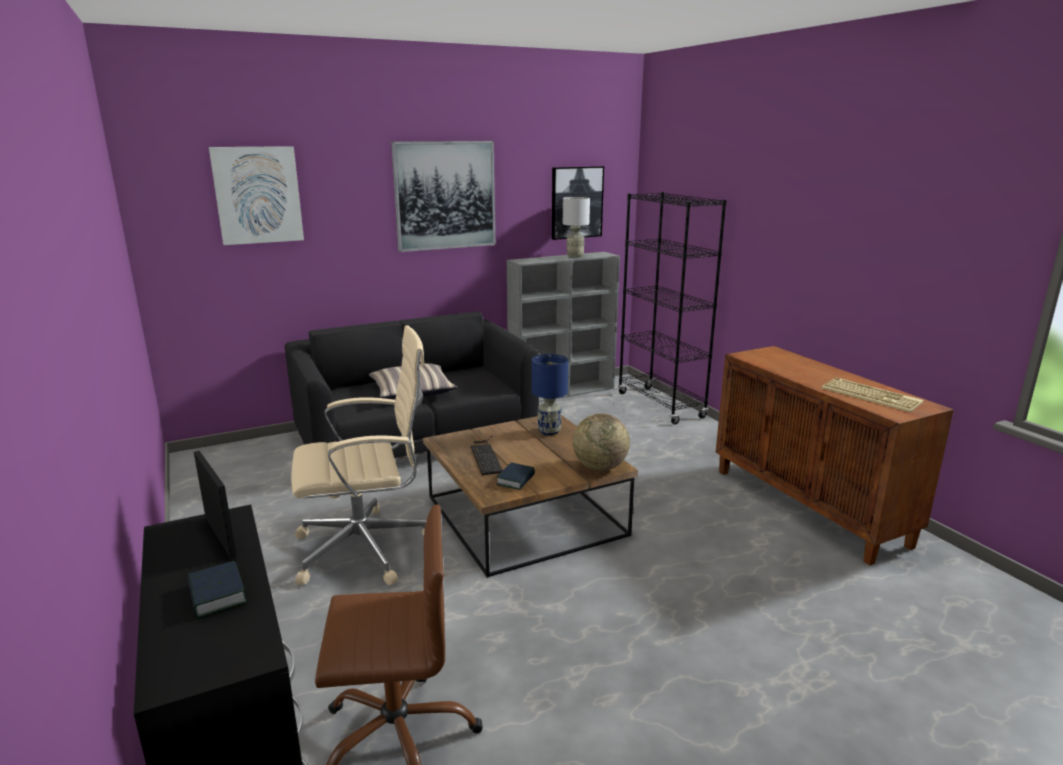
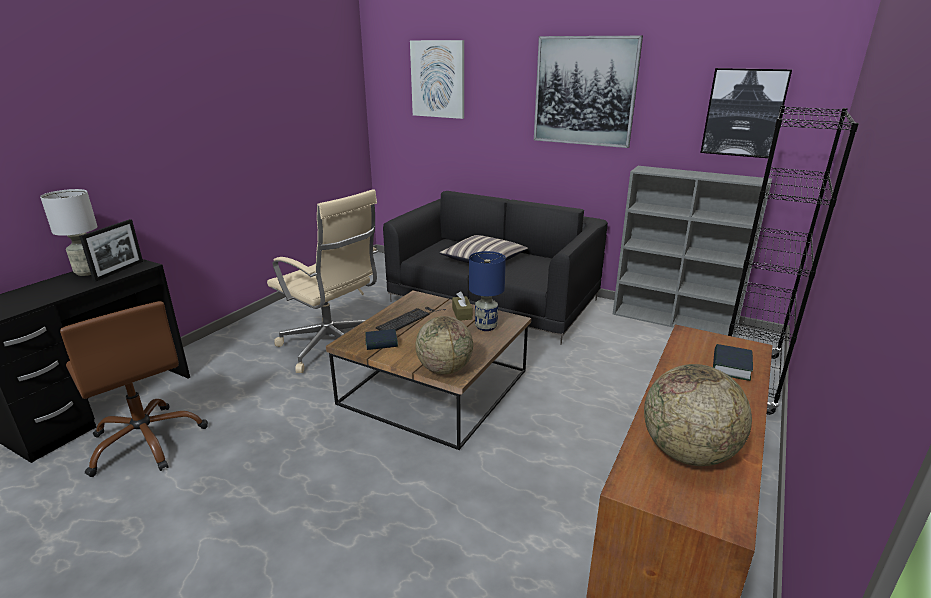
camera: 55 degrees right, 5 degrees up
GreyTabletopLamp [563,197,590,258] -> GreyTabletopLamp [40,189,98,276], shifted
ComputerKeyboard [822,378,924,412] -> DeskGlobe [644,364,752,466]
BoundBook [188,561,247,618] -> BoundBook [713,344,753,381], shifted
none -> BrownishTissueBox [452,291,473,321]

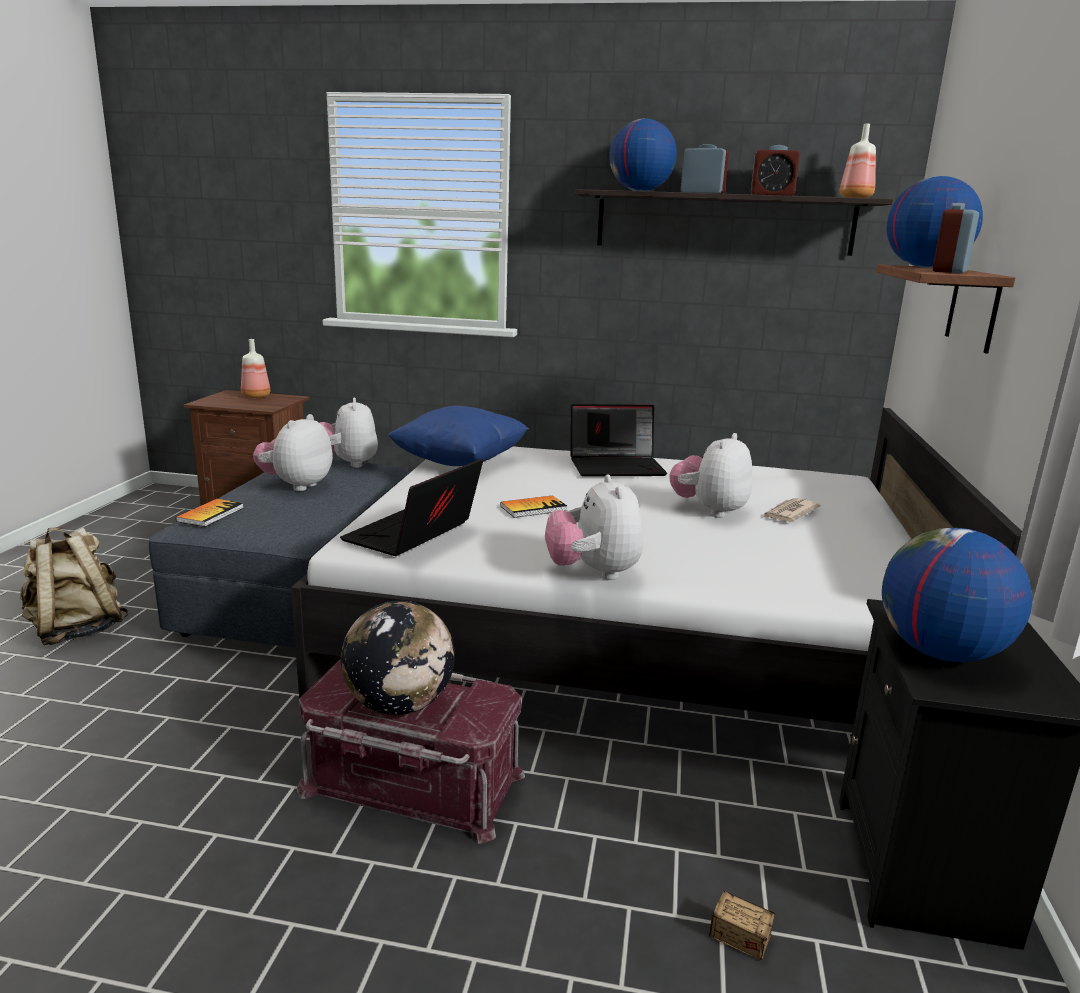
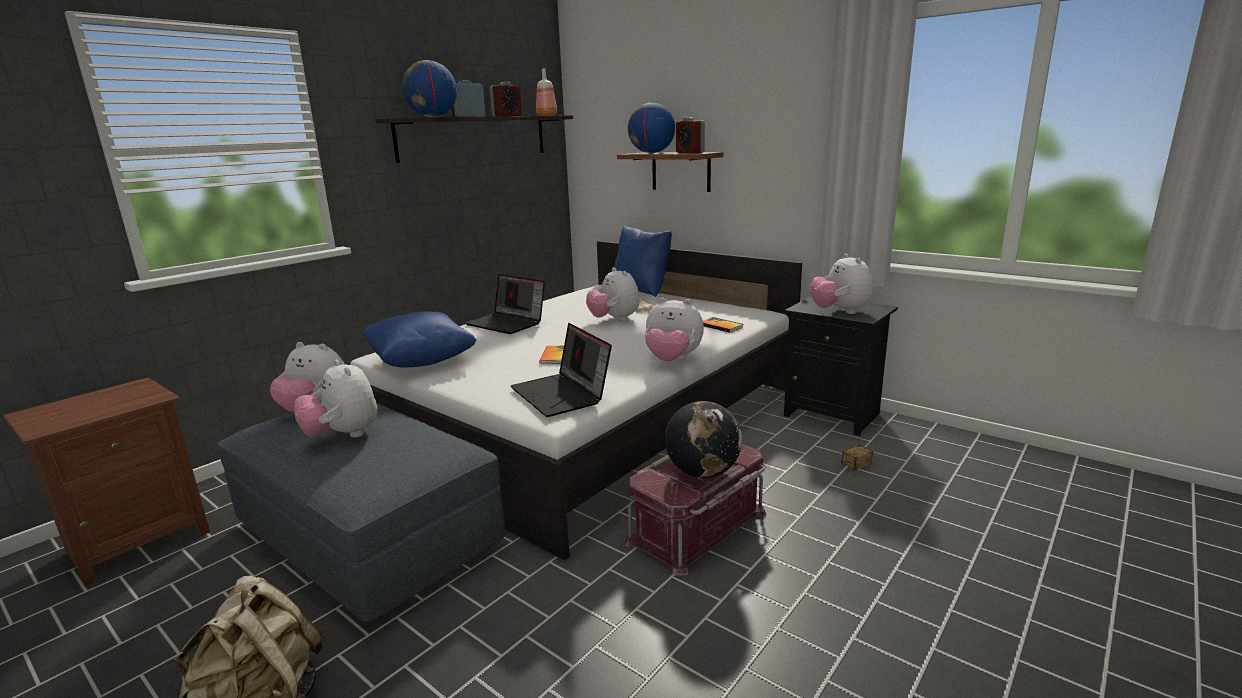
camera: 60 degrees left, 0 degrees up
DrinkBottle [241,339,270,398] -> none
PortableComputer [571,404,667,477] -> PortableComputer [465,274,545,334], 105 degrees clockwise
BoundBook [176,499,244,527] -> BoundBook [703,317,743,333], shifted
DeskGlobe [882,528,1032,662] -> CuddlyToy [810,254,873,314]
none -> BlueThrowPillow [614,226,672,297]

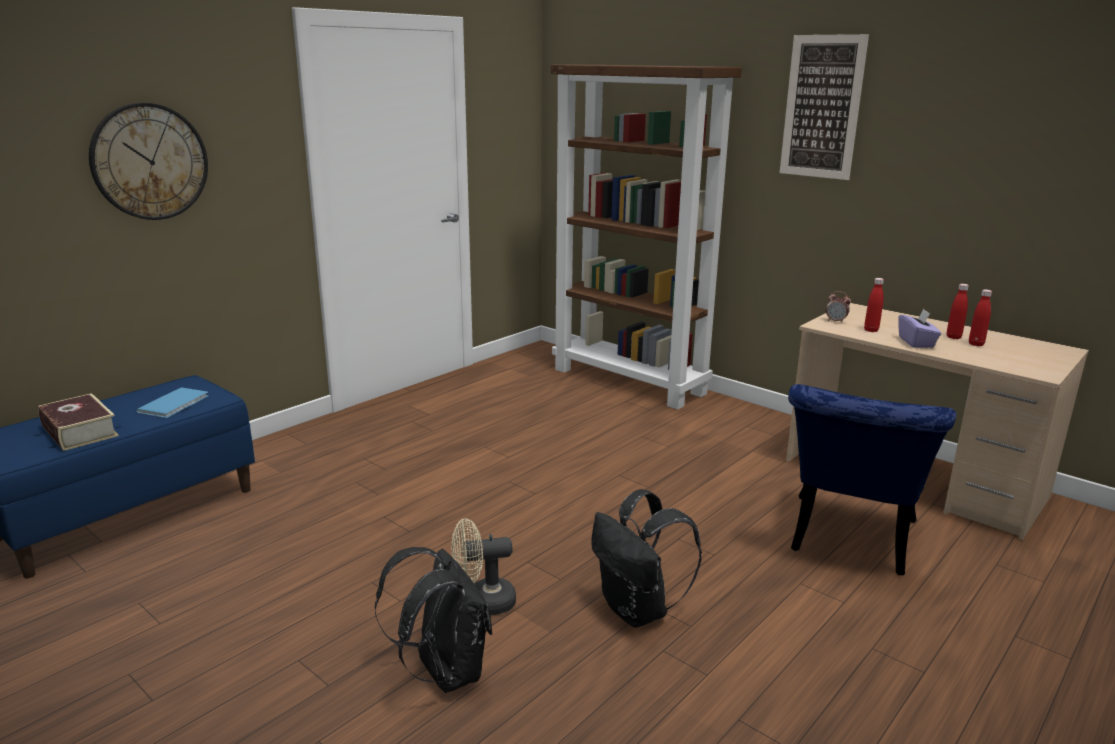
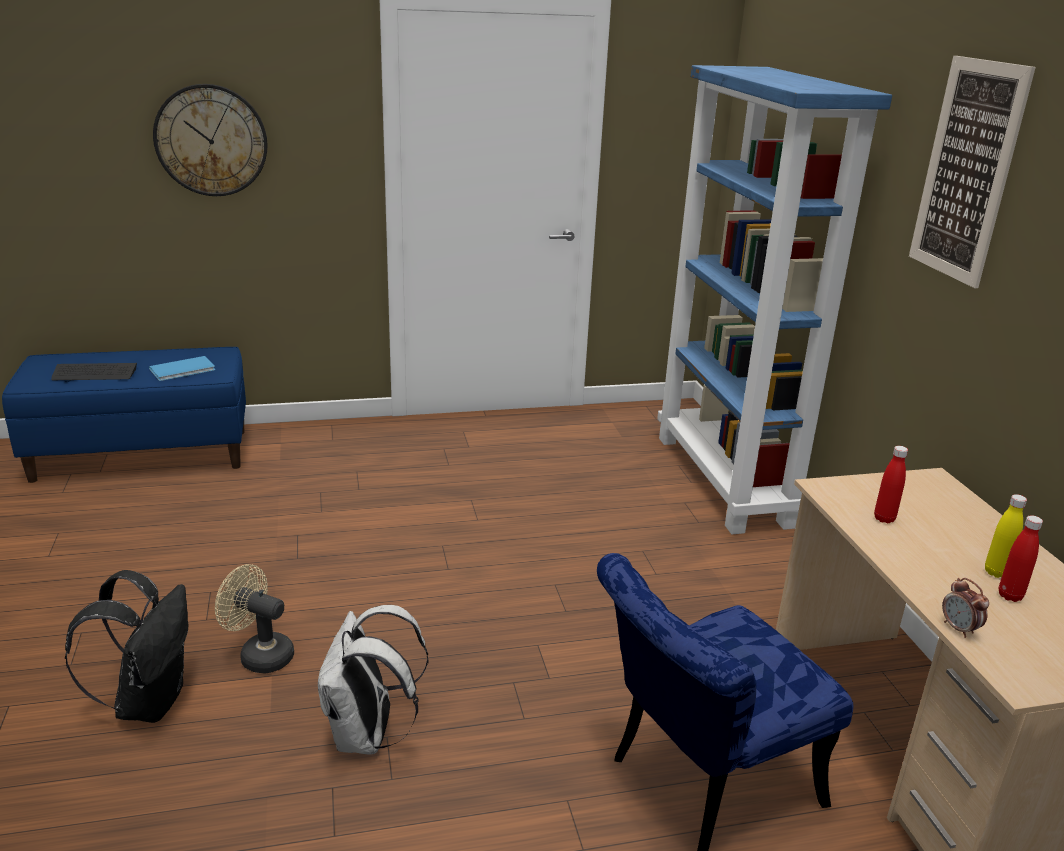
camera: 35 degrees right, 5 degrees up
BrownishBookshelf [551,65,742,410] -> BlueBookshelf [657,65,892,534]
RedDrinkBottle [947,284,969,339] -> YellowDrinkBottle [985,494,1027,578]
BedsideClock [826,291,851,323] -> BedsideClock [942,578,989,638], shifted
PurplishTissueBox [898,309,941,348] -> none
BoundBook [38,393,119,451] -> ComputerKeyboard [51,363,137,380]
BlackColouredBackpack [591,489,702,628] -> WhiteColouredBackpack [318,605,428,755]

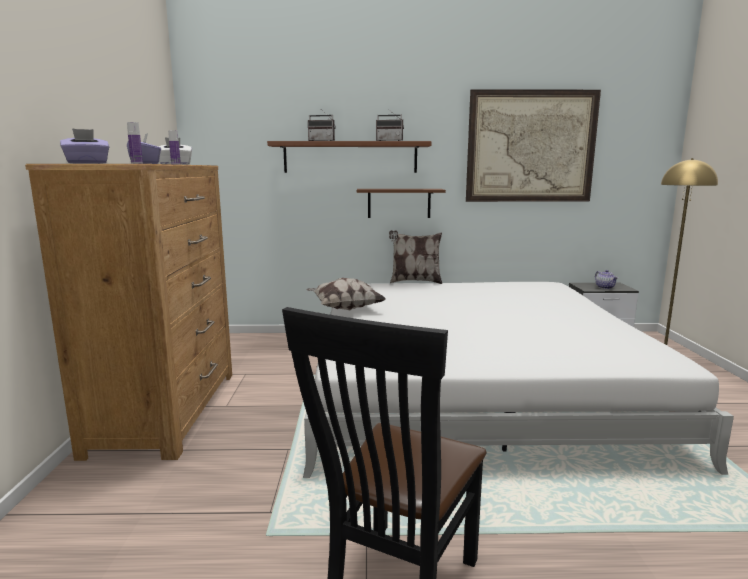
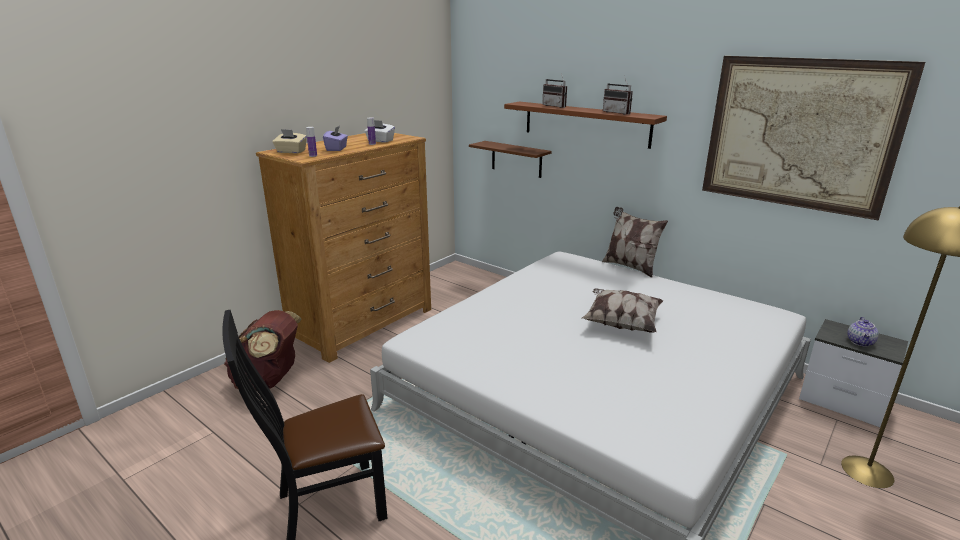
camera: 40 degrees right, 10 degrees up
PurplishTissueBox [60,128,109,164] -> BeigeTissueBox [272,129,307,154]
BrownishShelf [357,189,446,218] -> BrownishShelf [469,141,552,178], shifted
ThrowPillow [307,278,386,311] -> ThrowPillow [582,288,663,333], shifted
none -> BrownishBackpack [224,310,302,391]

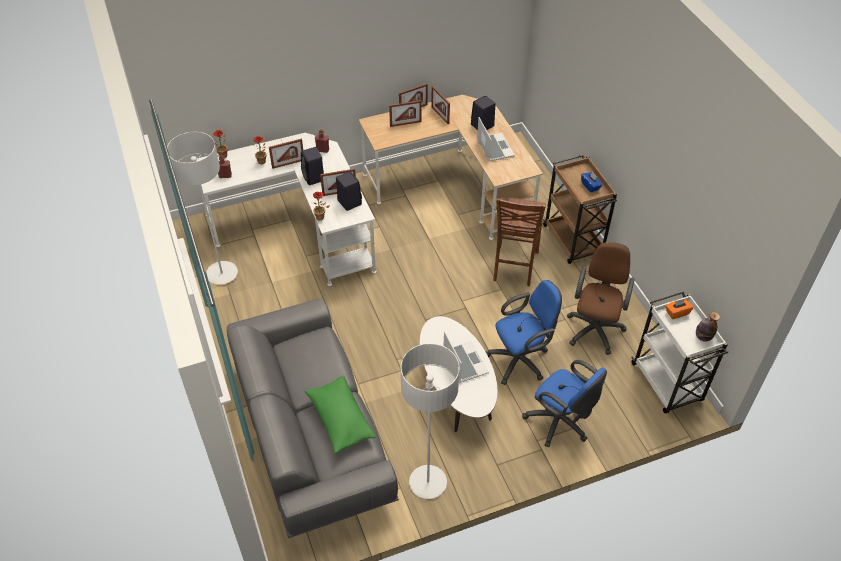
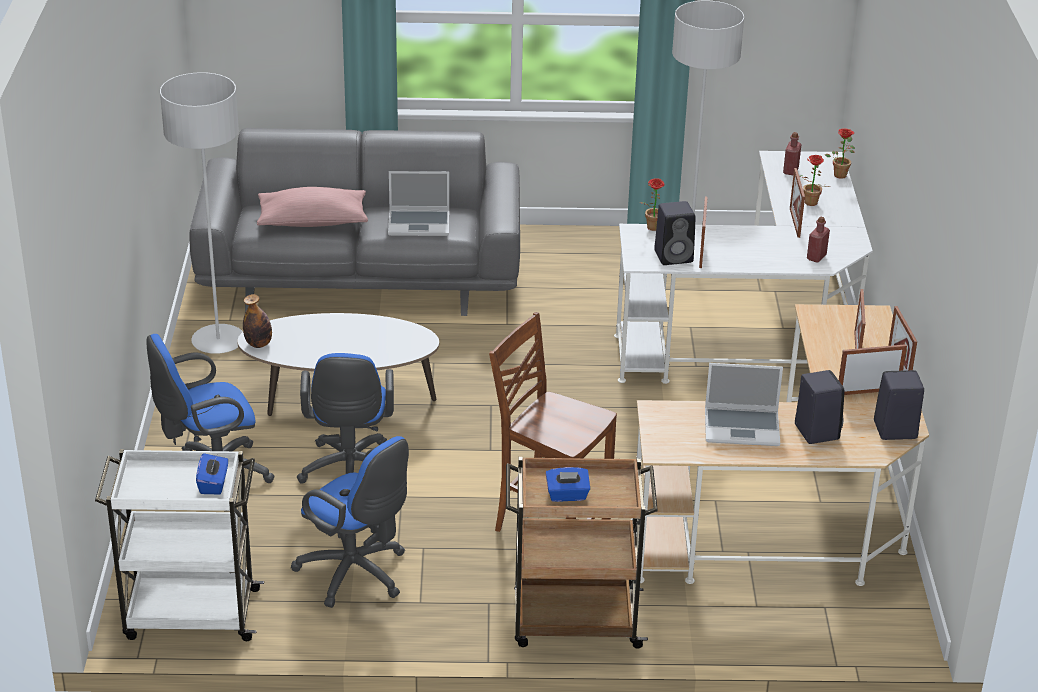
camera: 110 degrees right, 15 degrees down
BlackColouredAudioSpeaker [301,147,324,185] -> BlackColouredAudioSpeaker [874,370,924,440], shifted
BrownishComputerChair [567,242,635,355] -> BlueComputerChair [291,436,409,608]
OrangeTissueBox [666,299,693,319] -> BlueTissueBox [196,453,228,494]
DrinkBottle [696,312,720,342] -> DrinkBottle [243,294,272,348], shifted
PortableComputer [444,331,489,383] -> PortableComputer [388,171,449,236], shifted
GreenishThrowPillow [305,375,376,453] -> PinkishThrowPillow [257,187,368,227]

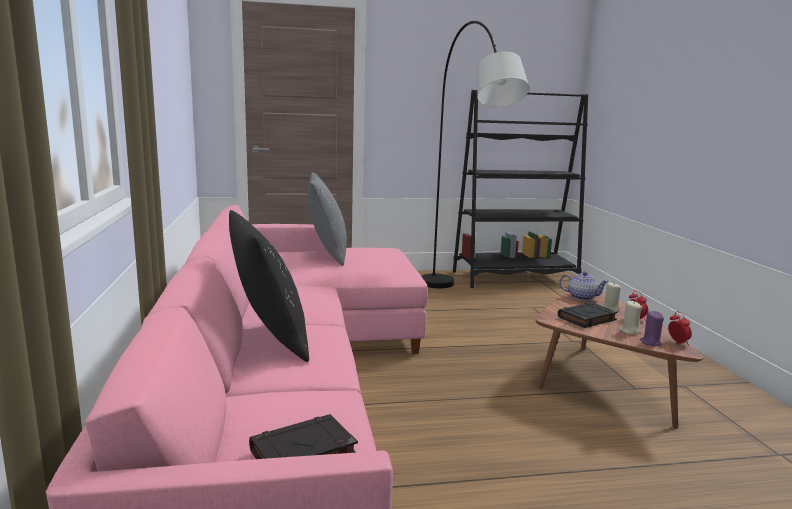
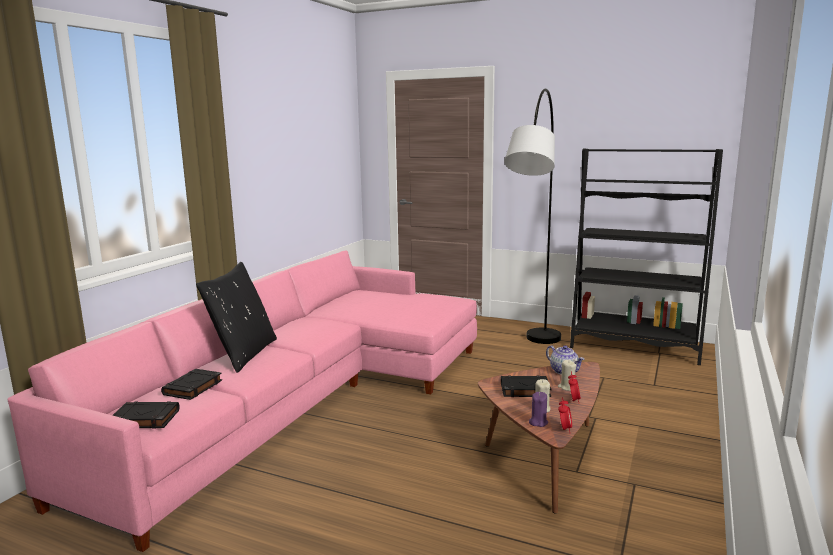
camera: 35 degrees right, 0 degrees up
GreyThrowPillow [307,172,347,266] -> none
none -> BlackColouredBoundBook [161,369,222,400]

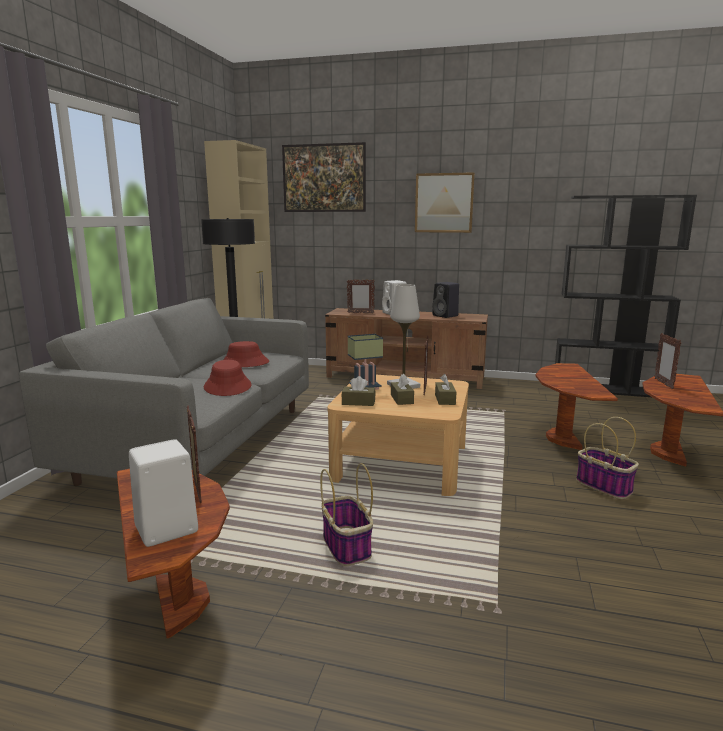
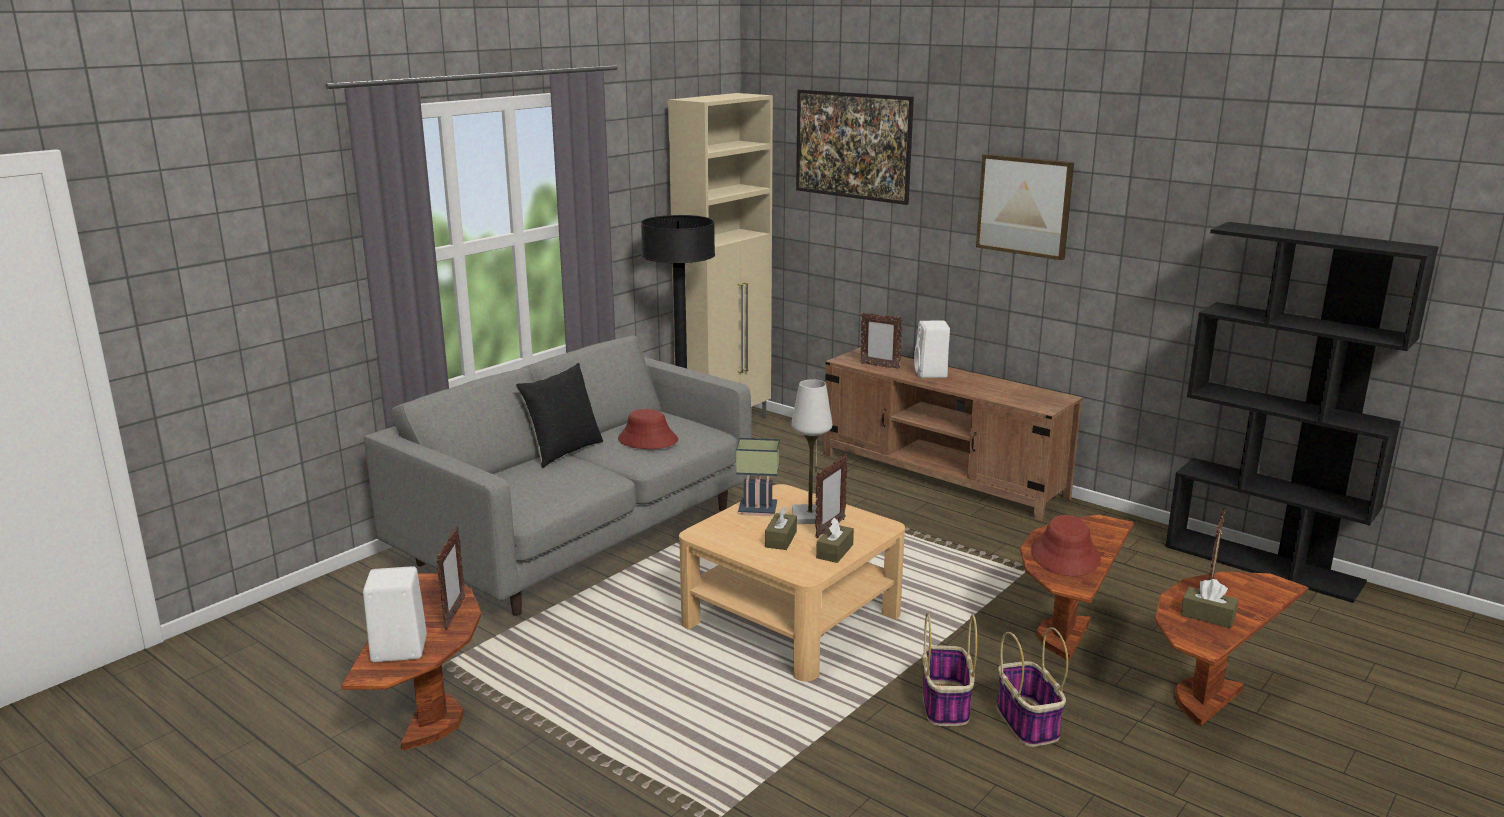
camera: 25 degrees right, 5 degrees up
BlackColouredAudioSpeaker [432,282,459,318] -> none
RedHat [204,360,251,396] -> RedHat [1031,515,1101,576], shifted
BrownishTissueBox [342,376,376,406] -> BrownishTissueBox [1181,579,1239,628], shifted
HouseholdBasket [320,463,373,566] -> HouseholdBasket [922,612,977,726], shifted
none -> BlackColouredThrowPillow [516,363,603,468]

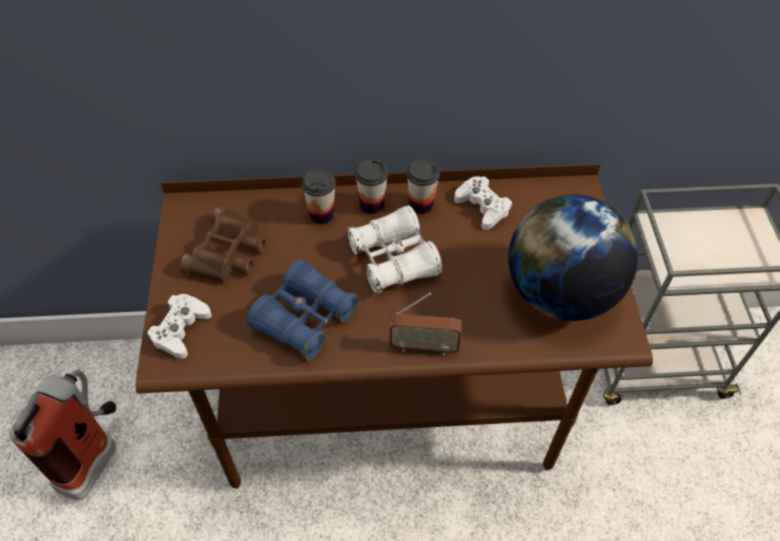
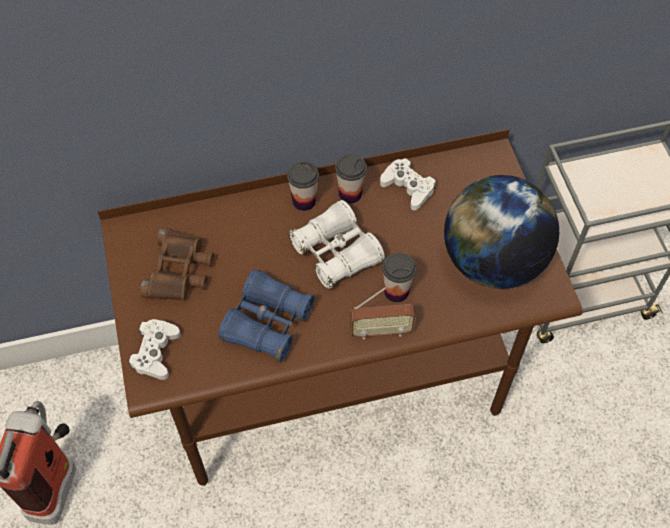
camera: 10 degrees left, 5 degrees up
Cup [302,169,336,224] -> Cup [382,253,416,303], shifted

